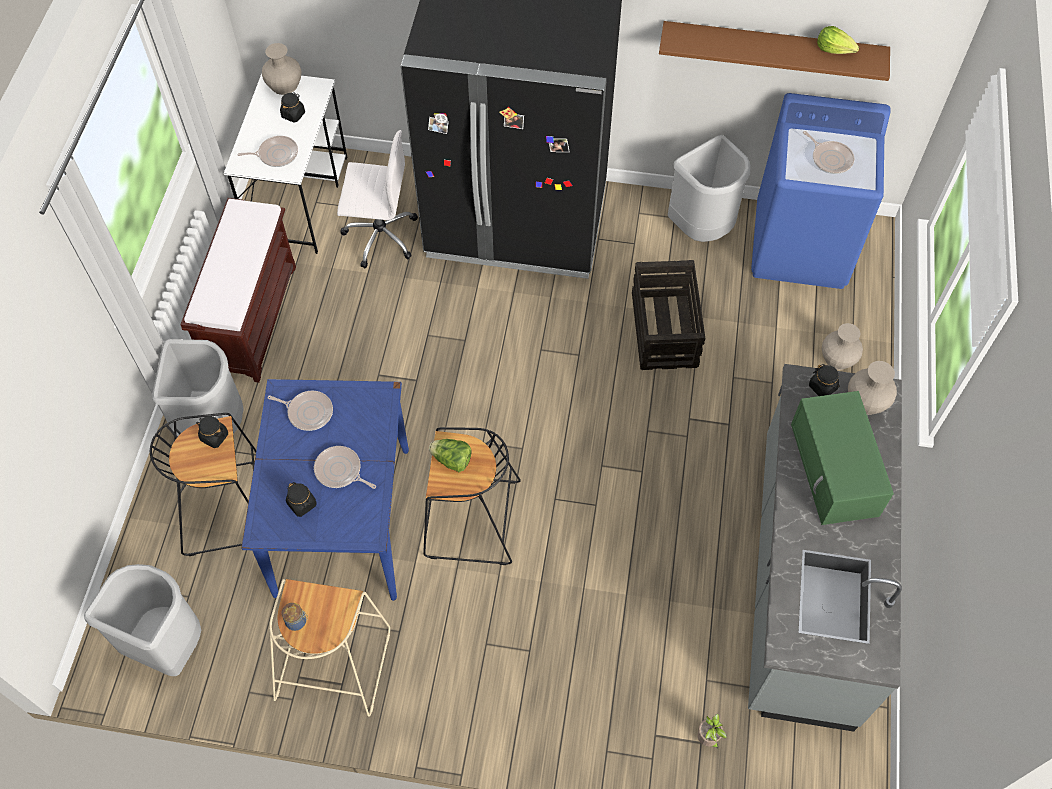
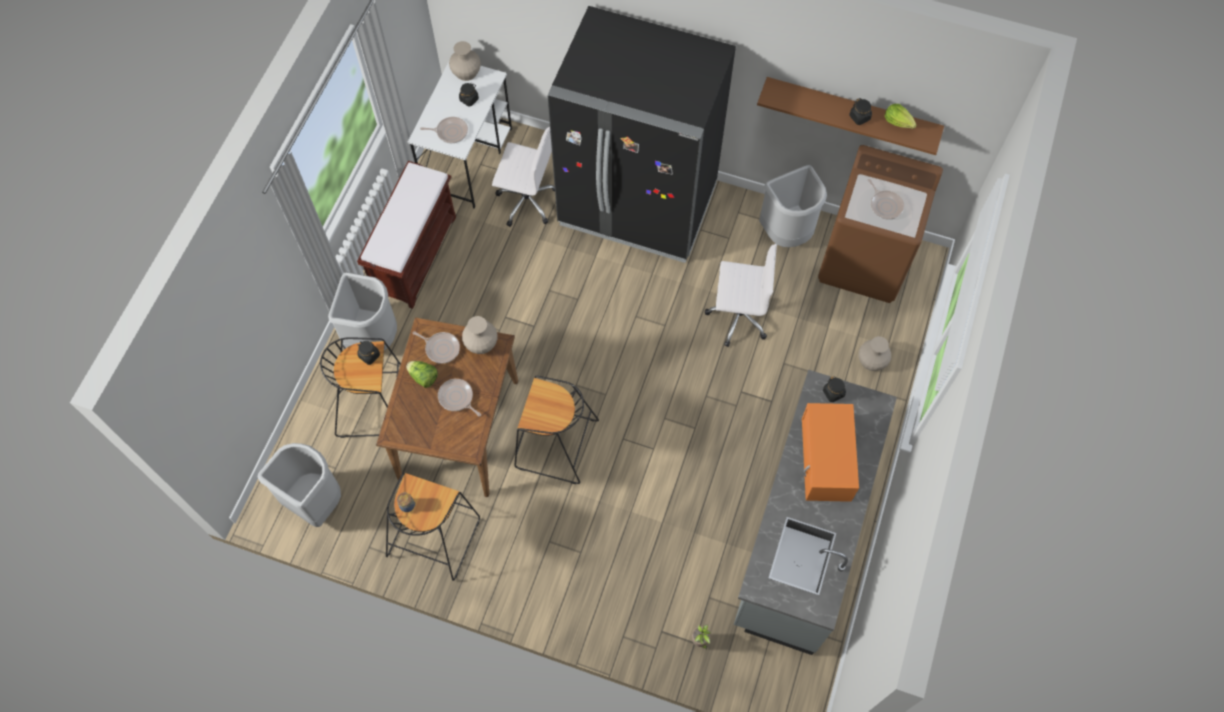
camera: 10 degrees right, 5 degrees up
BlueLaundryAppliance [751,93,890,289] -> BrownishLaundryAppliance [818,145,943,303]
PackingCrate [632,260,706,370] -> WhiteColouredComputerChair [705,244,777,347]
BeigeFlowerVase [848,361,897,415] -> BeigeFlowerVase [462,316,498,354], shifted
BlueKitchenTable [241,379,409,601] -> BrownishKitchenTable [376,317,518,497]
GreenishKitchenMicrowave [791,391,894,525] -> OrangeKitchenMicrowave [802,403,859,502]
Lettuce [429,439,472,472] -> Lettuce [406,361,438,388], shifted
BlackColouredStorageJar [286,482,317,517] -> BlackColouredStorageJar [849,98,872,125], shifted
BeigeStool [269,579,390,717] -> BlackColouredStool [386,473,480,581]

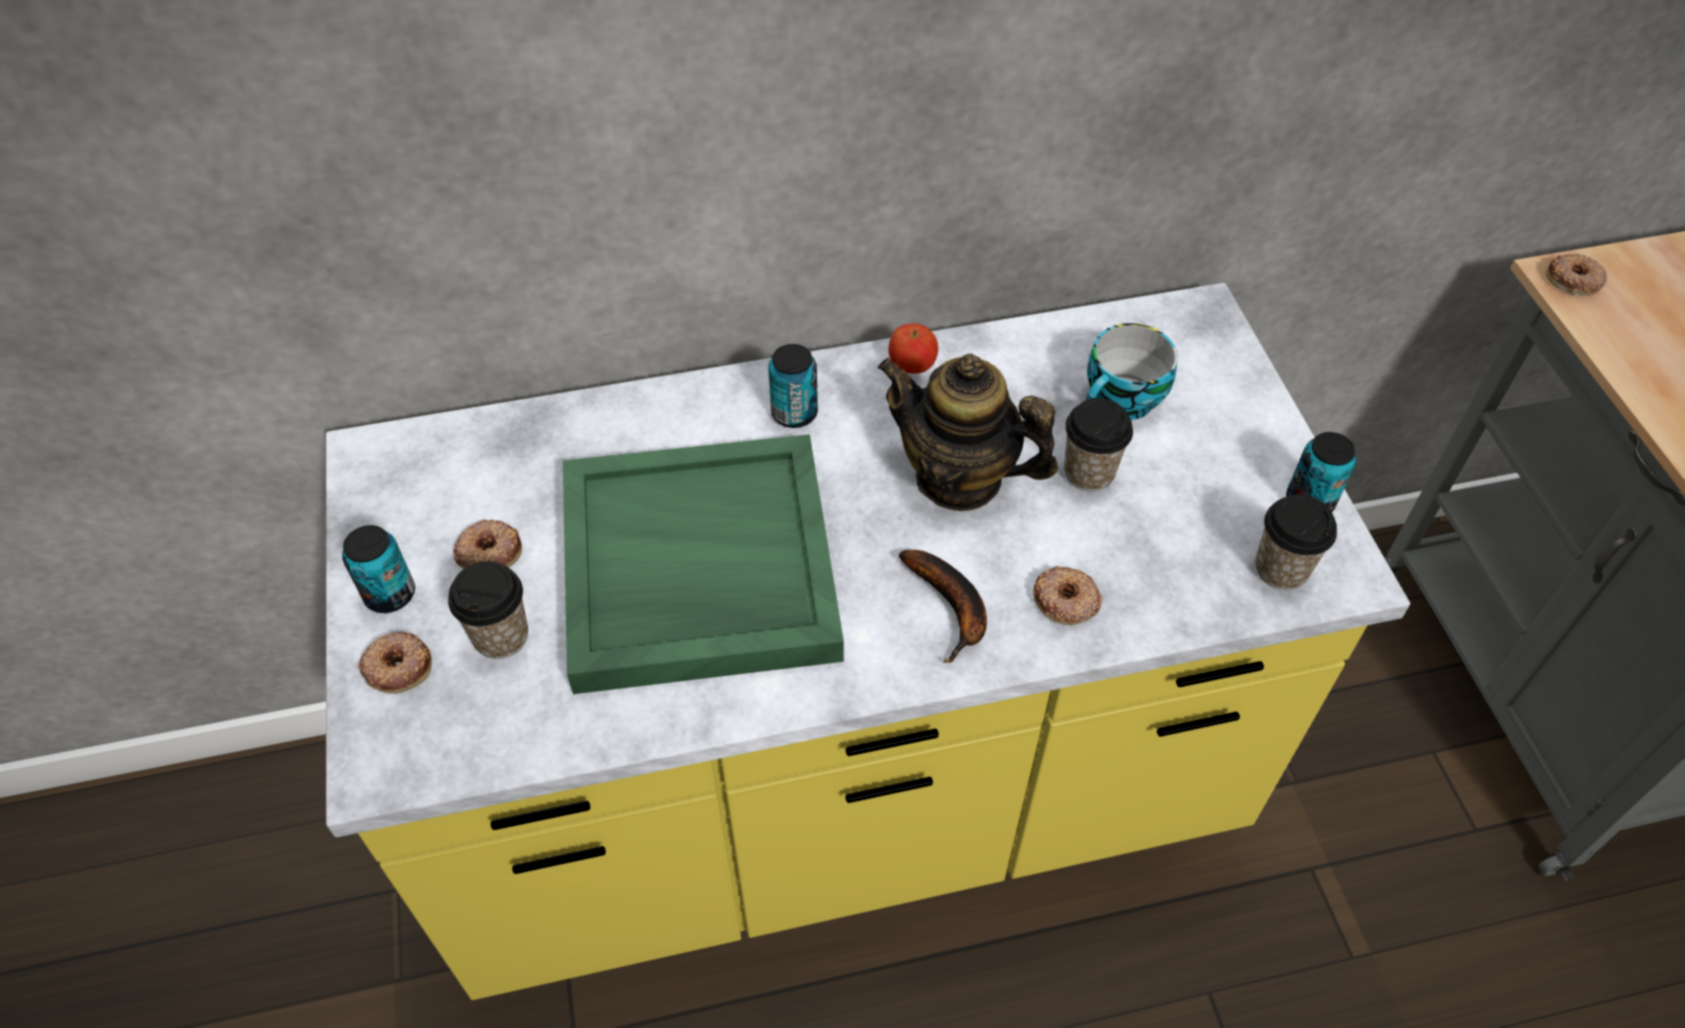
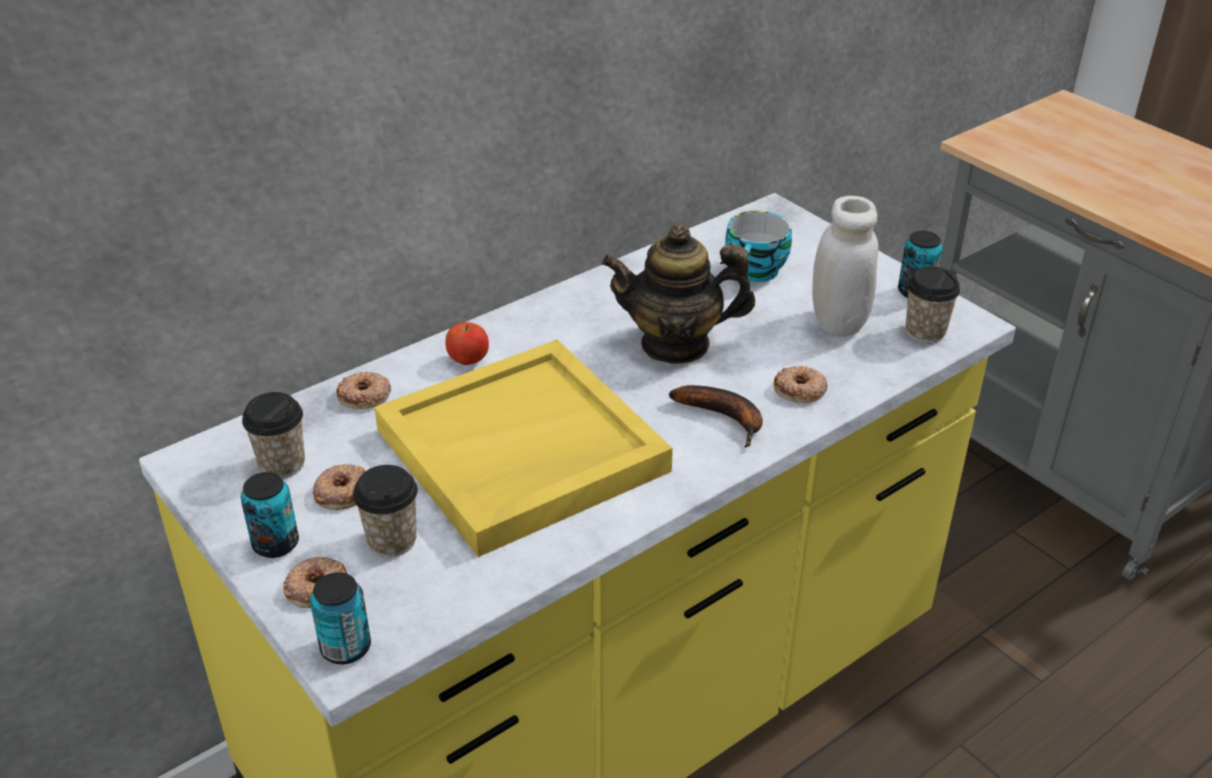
camera: 25 degrees left, 15 degrees down
Donut [1546,254,1607,296] -> Donut [336,371,391,409], shifted
Apple [889,323,938,374] -> Apple [445,322,489,365], shifted
SealedCan [768,344,818,428] -> SealedCan [310,572,371,664], shifted
Cup [1064,398,1133,492] -> Cup [242,392,305,479], shifted
GreenishServingTray [563,434,844,694] -> YellowServingTray [374,340,673,557]
none -> WhiteColouredStorageJar [812,196,879,337]

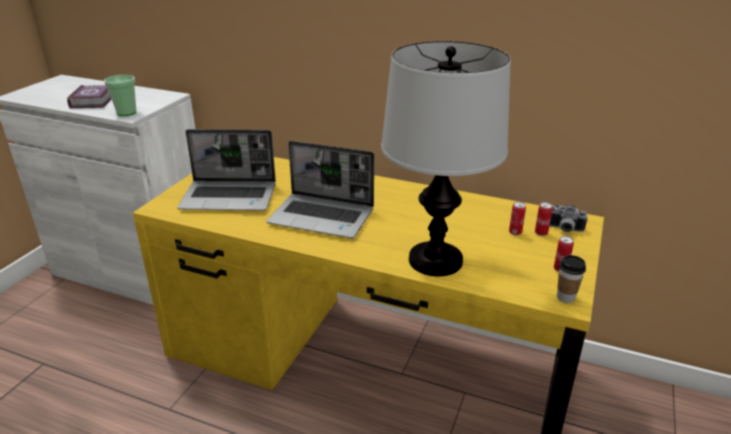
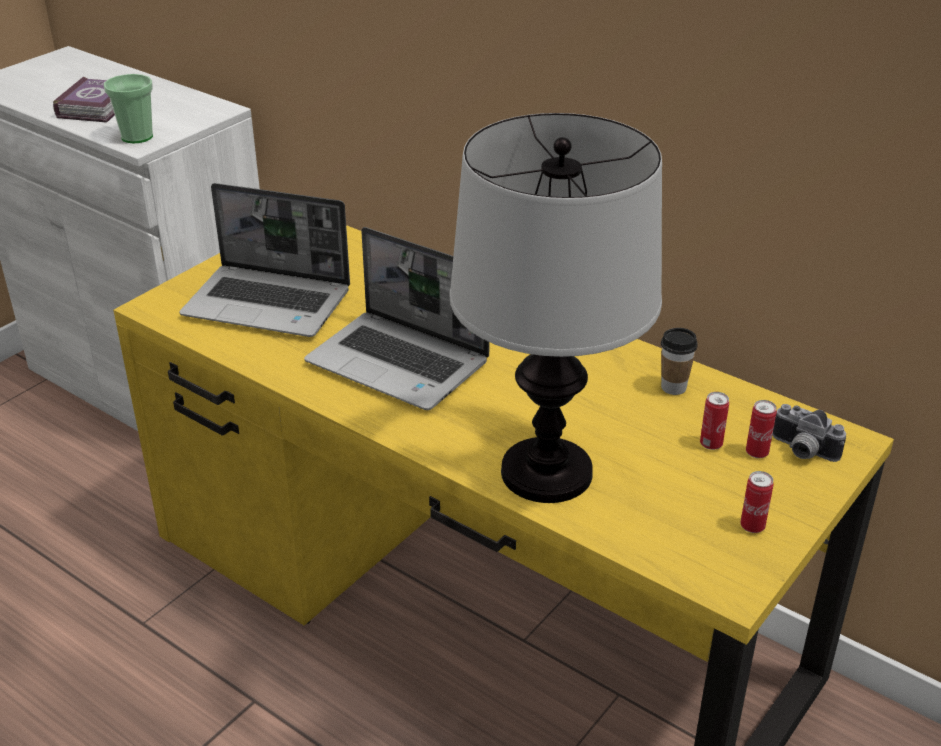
camera: 15 degrees right, 5 degrees up
Cup [557,255,586,303] -> Cup [661,328,697,395], shifted

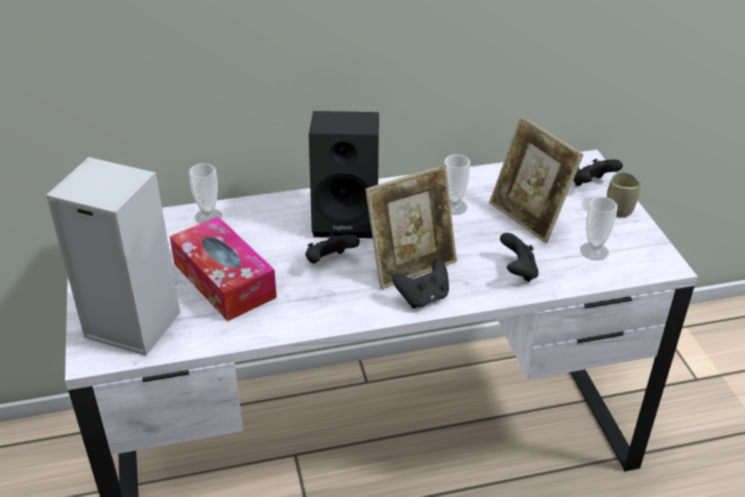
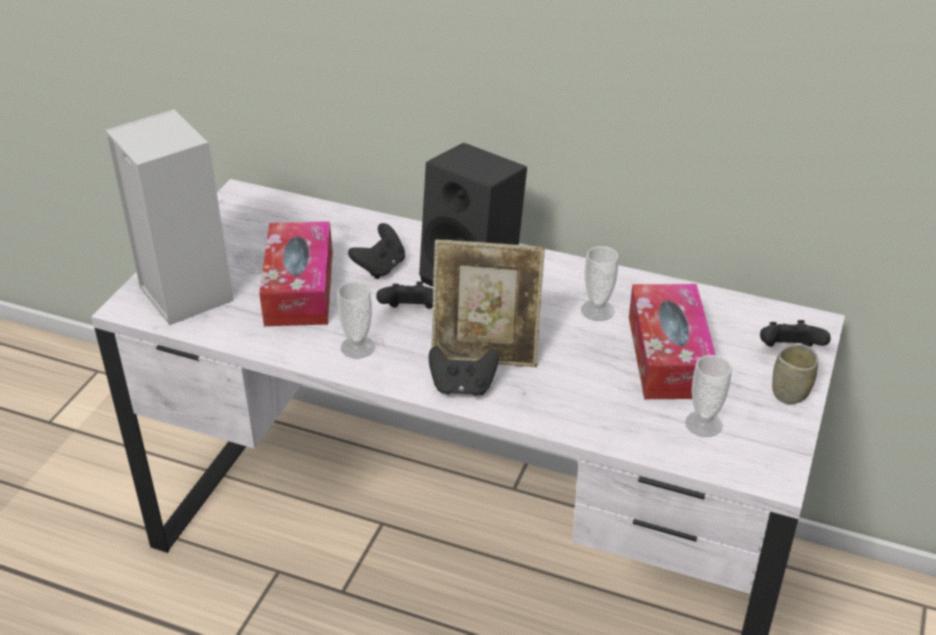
camera: 35 degrees right, 0 degrees up
PhotoFrame [489,116,584,243] -> TissueBox [629,284,716,399]
Cup [189,163,222,224] -> Cup [337,281,375,359], shifted
BlackColouredGamepad [500,233,539,282] -> BlackColouredGamepad [348,223,405,279], shifted

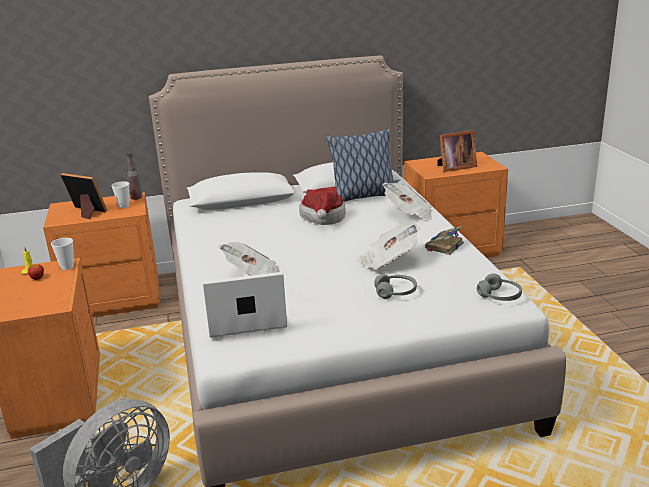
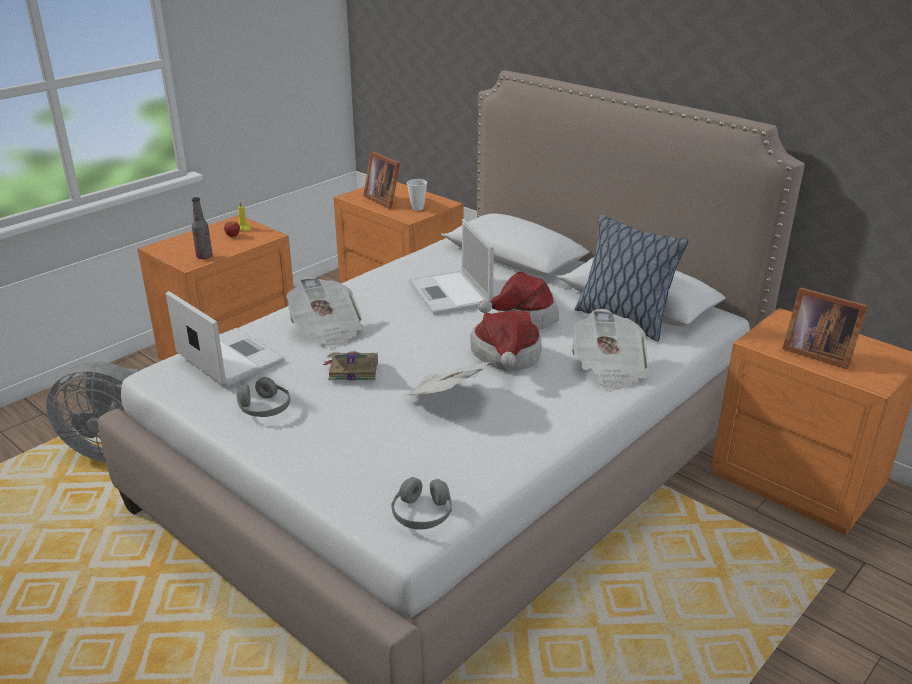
camera: 55 degrees right, 5 degrees up
DrinkBottle [127,154,142,200] -> DrinkBottle [192,197,213,259], shifted
PhotoFrame [61,173,108,219] -> PhotoFrame [363,151,400,209], 150 degrees clockwise
BoundBook [425,226,464,255] -> BoundBook [323,351,378,381], shifted
Cup [51,238,74,270] -> none
GreyPairOfHeadphones [374,273,417,299] -> GreyPairOfHeadphones [236,377,290,417], shifted
none -> PortableComputer [409,219,494,315]
none -> Hat [470,311,542,371]

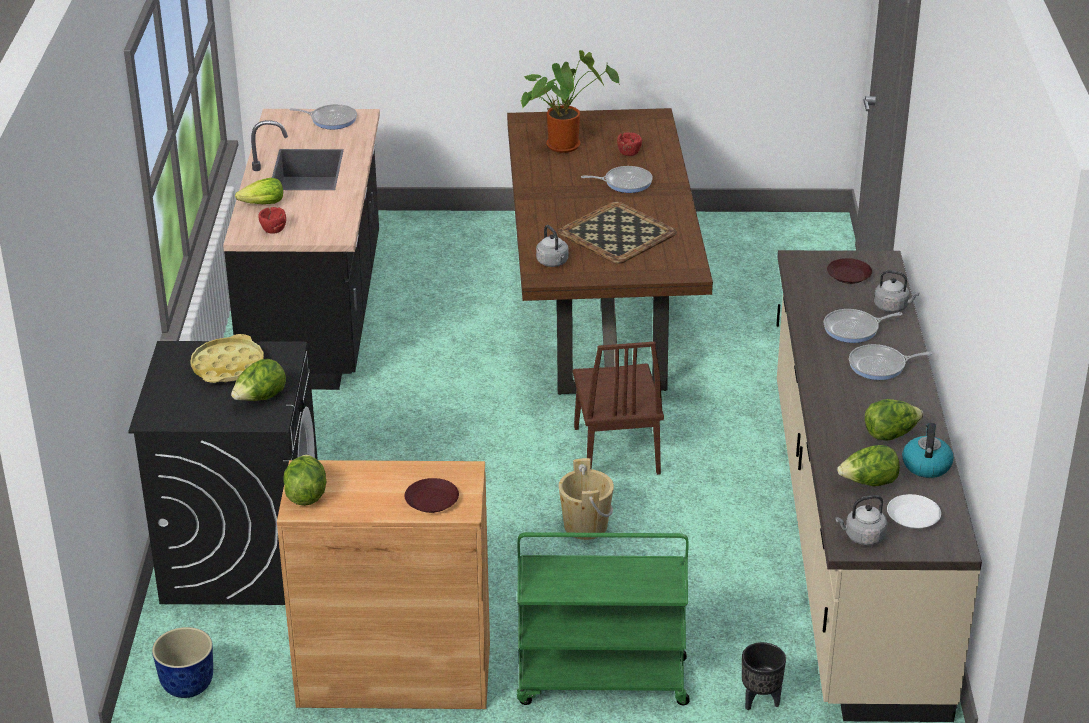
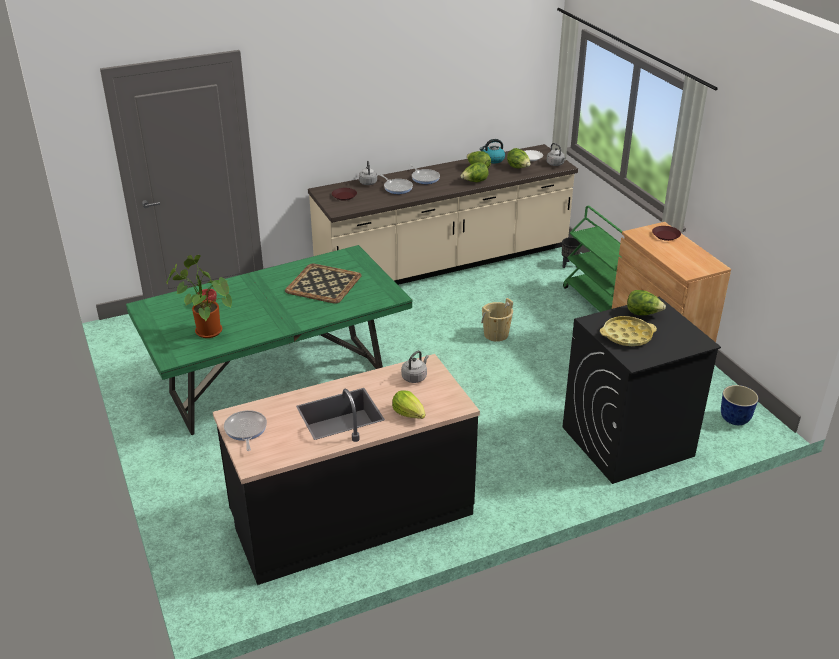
camera: 115 degrees left, 0 degrees up
BrownishKitchenTable [507,108,713,395] -> GreenishKitchenTable [126,245,412,435]
Skillet [581,166,653,193] -> none
RedBowl [259,207,286,234] -> none
GreyKettle [536,225,569,267] -> GreyKettle [401,350,429,383], shifted
BrownishUprightChair [573,341,664,475] -> none
Lettuce [283,454,326,506] -> Lettuce [461,162,489,182], shifted

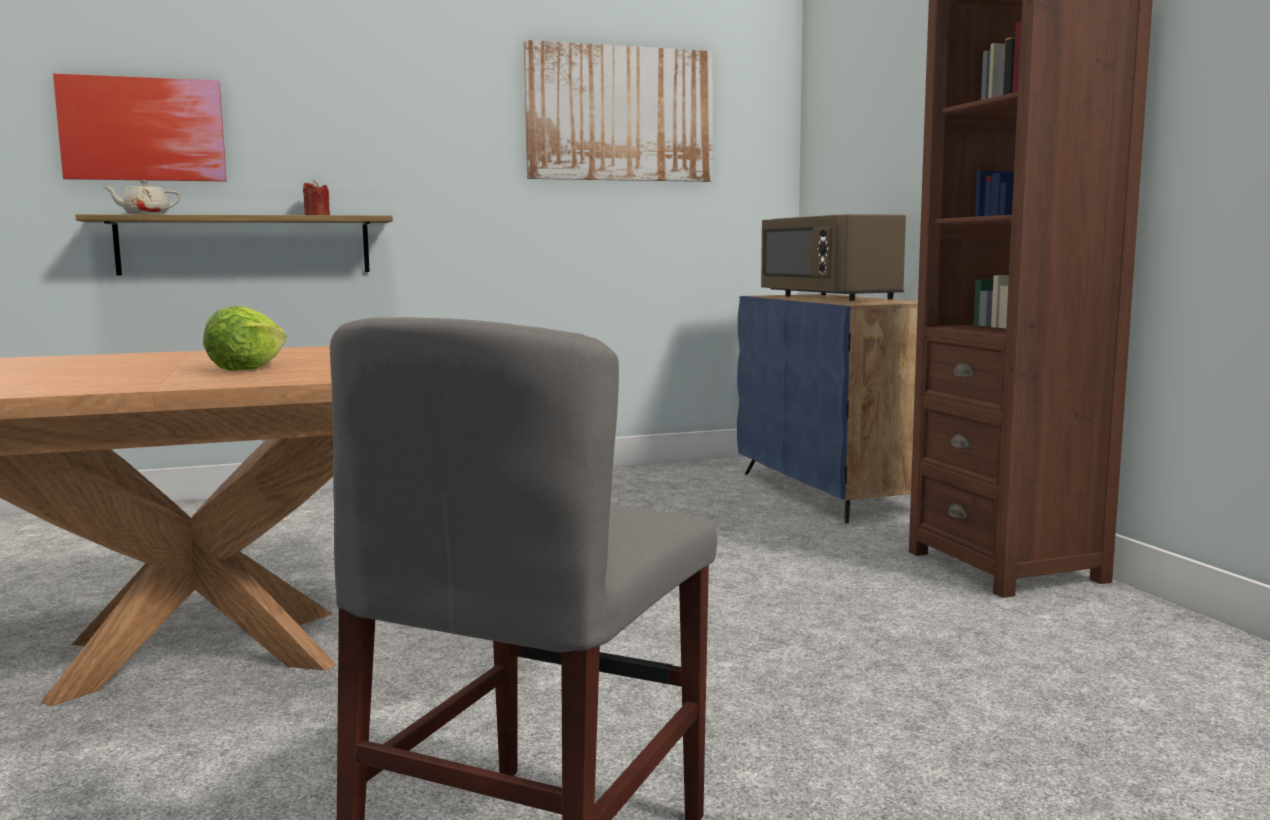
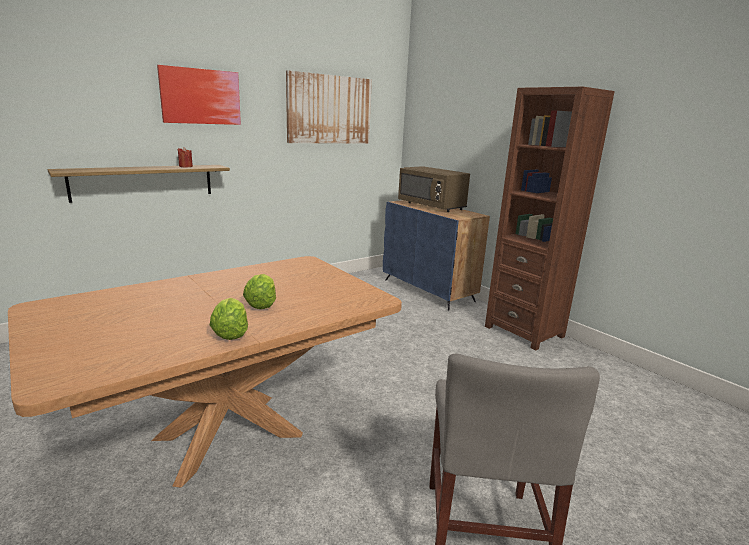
camera: 20 degrees left, 10 degrees up
WallArt [53,73,227,182] -> WallArt [157,65,241,125], shifted
BeigeTeaPot [104,180,181,215] -> none
none -> Lettuce [210,298,248,340]

